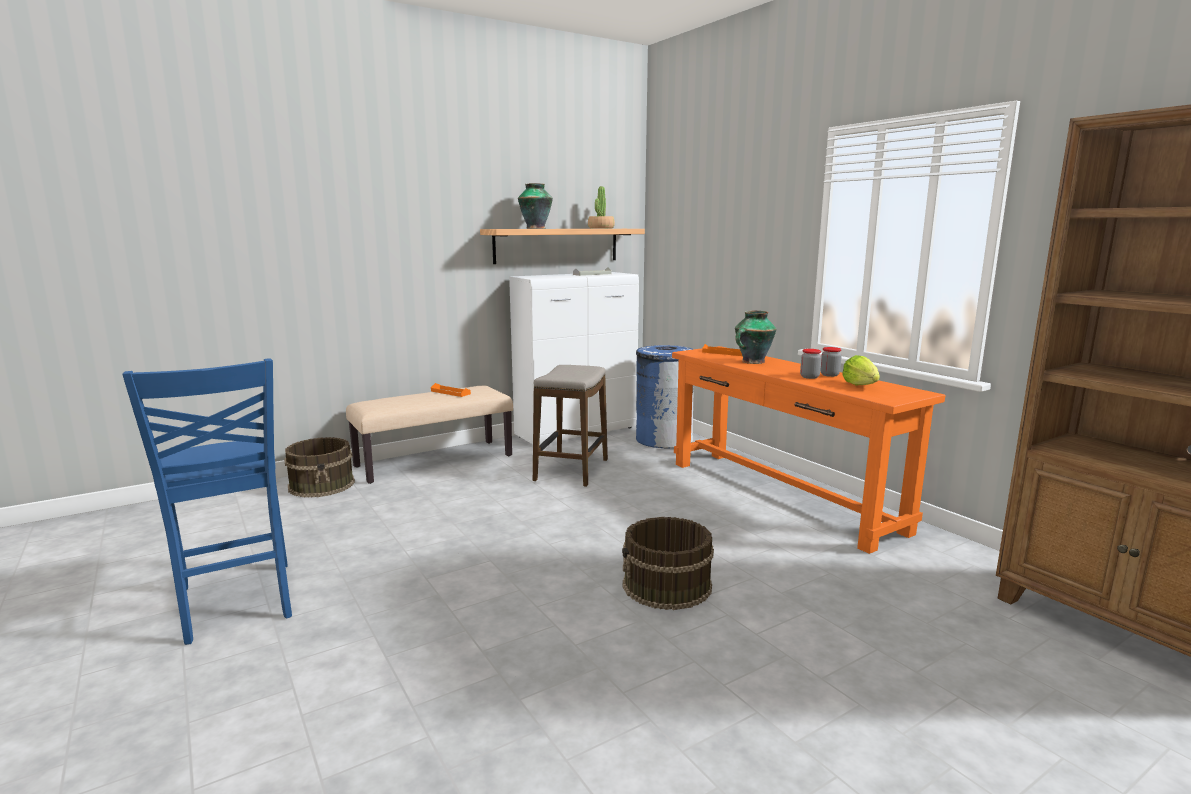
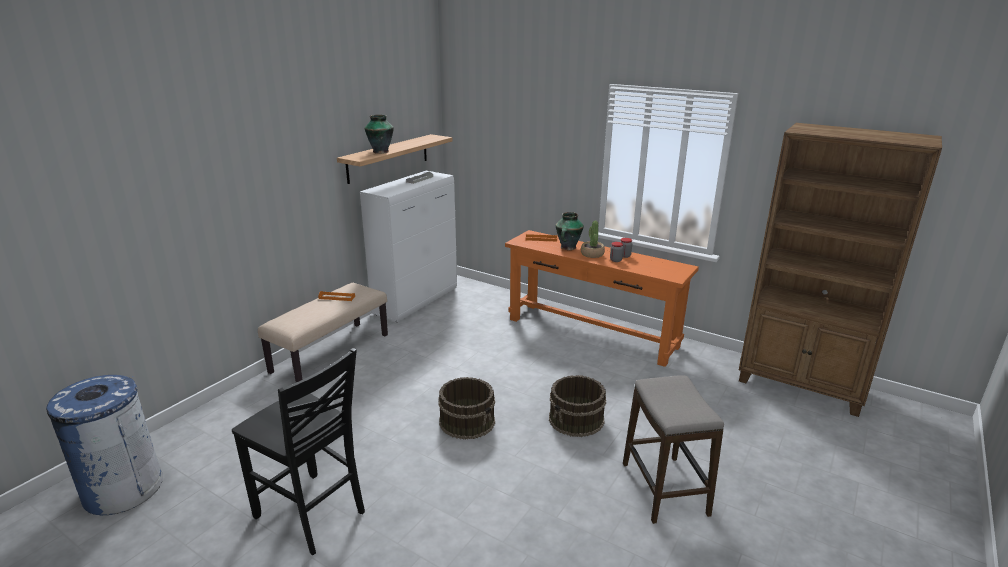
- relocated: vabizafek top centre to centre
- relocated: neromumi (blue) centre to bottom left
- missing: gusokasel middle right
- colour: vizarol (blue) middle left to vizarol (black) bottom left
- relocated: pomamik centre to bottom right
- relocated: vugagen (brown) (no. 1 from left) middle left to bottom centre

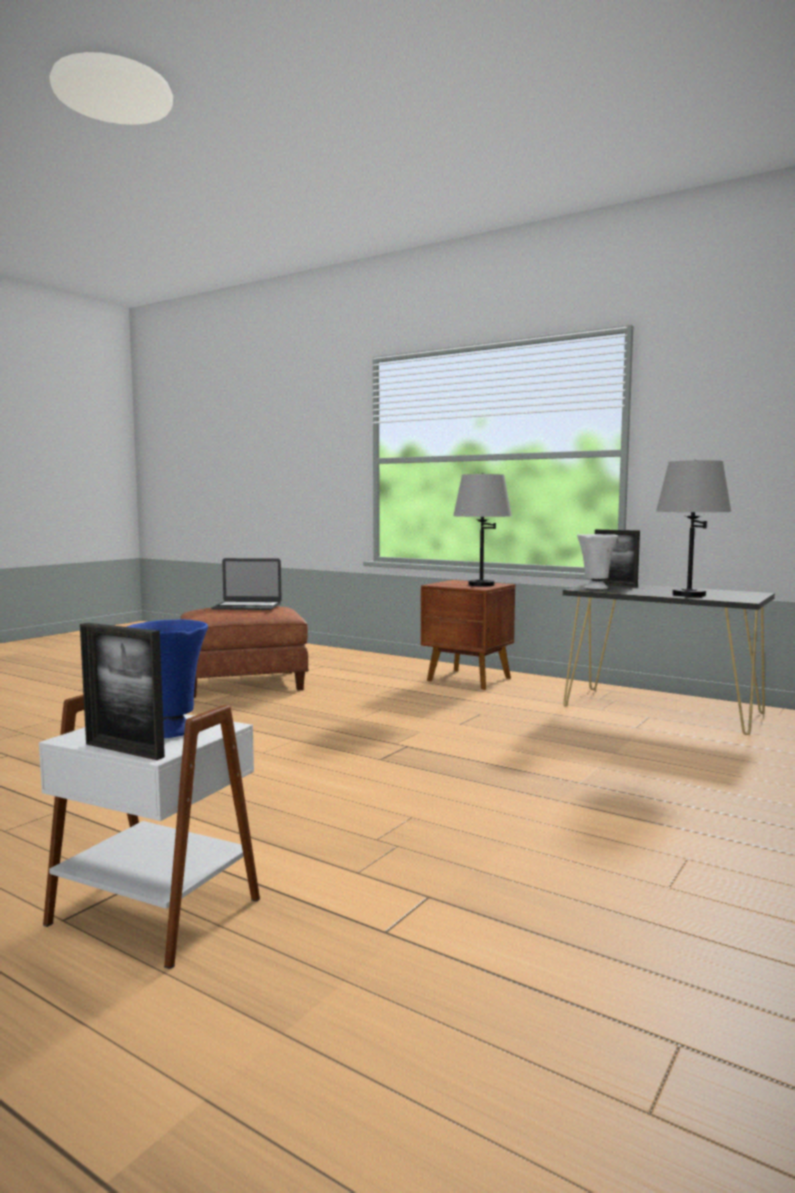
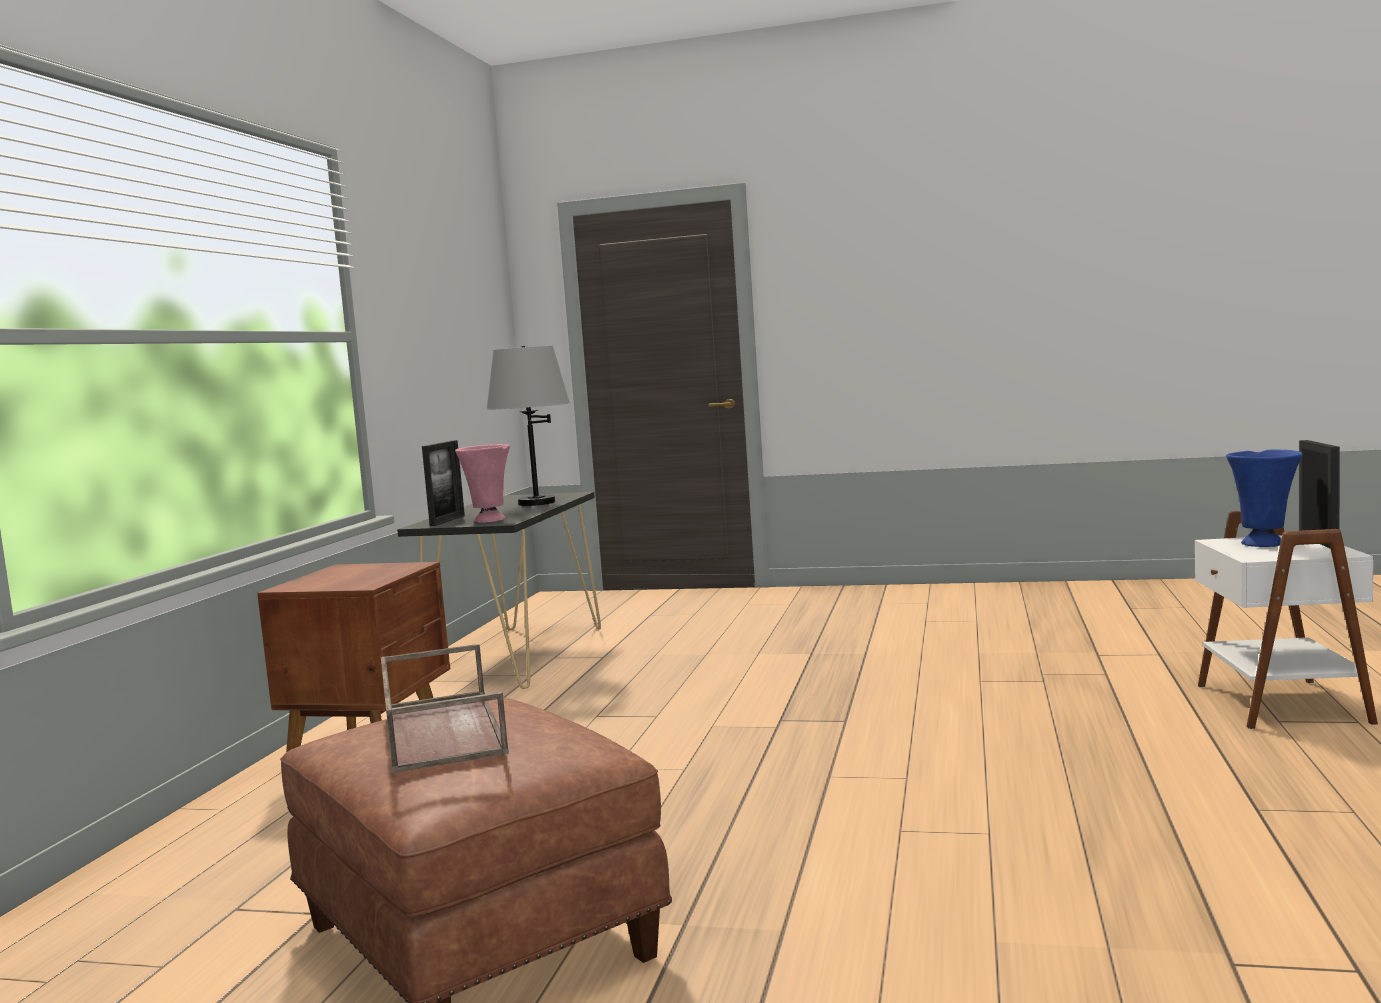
- missing: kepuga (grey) (no. 1 from left) centre
- colour: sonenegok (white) middle right to sonenegok (pink) centre
- exchanged: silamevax middle left to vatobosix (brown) bottom left

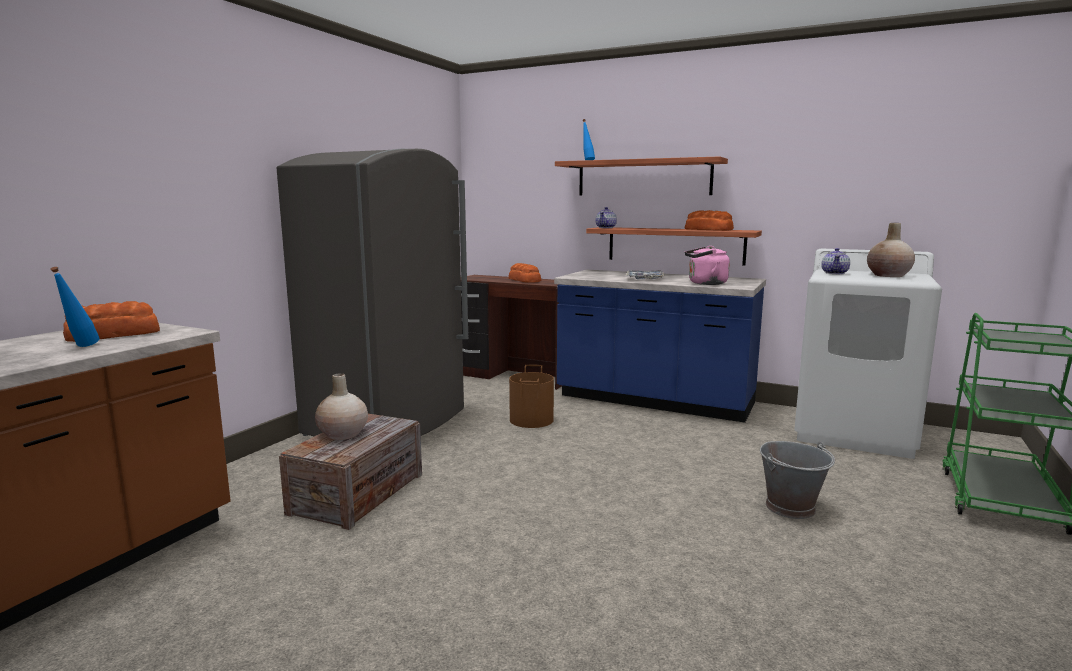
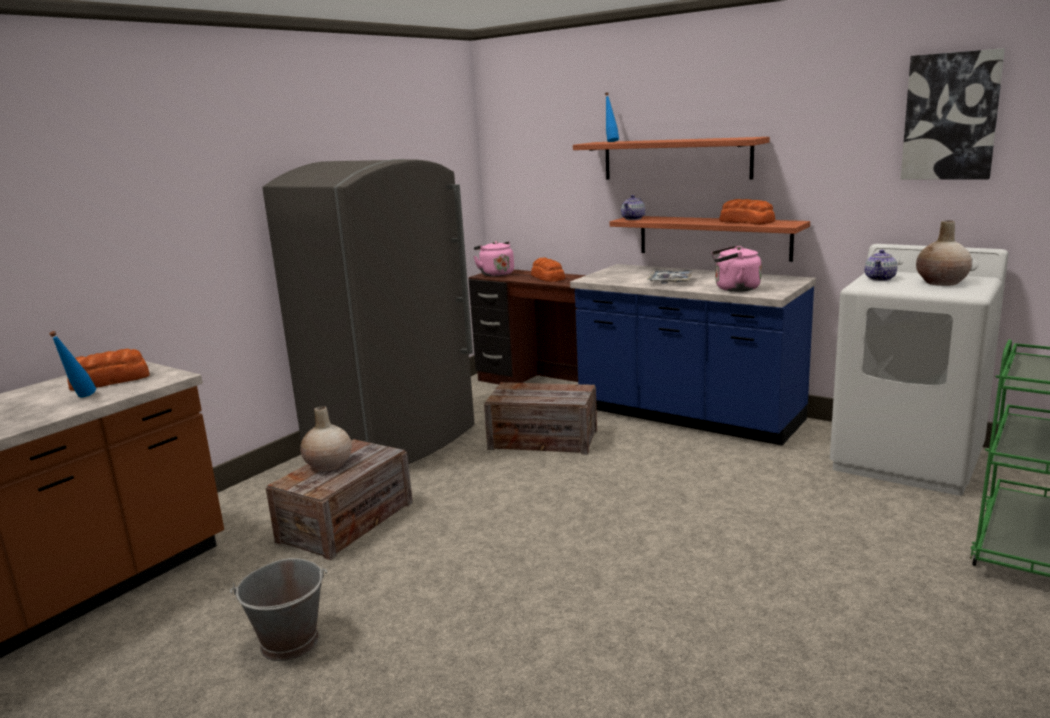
- exchanged: vugagen (brown) centre to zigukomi (no. 2 from left) centre
- relocated: vugagen (grey) bottom right to bottom left
- appeared: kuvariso top right
- appeared: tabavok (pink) (no. 1 from left) centre

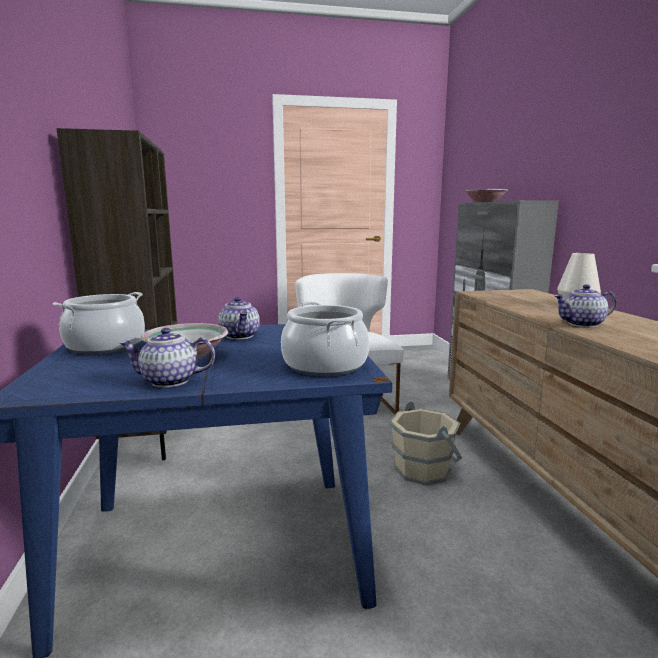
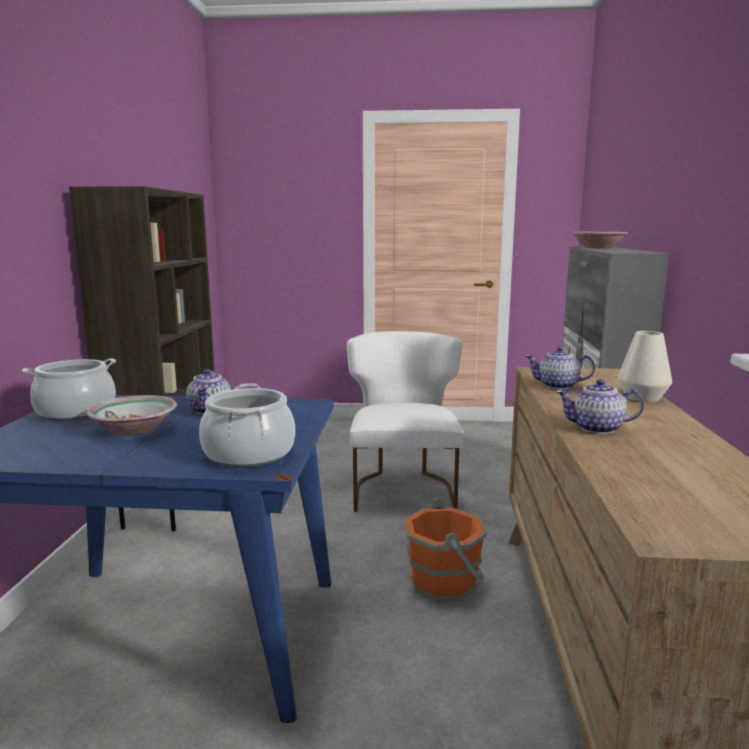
- relocated: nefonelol (no. 1 from left in the first image) middle left to nefonelol (no. 2 from left) middle right
- colour: vugagen (beige) bottom centre to vugagen (orange) bottom centre

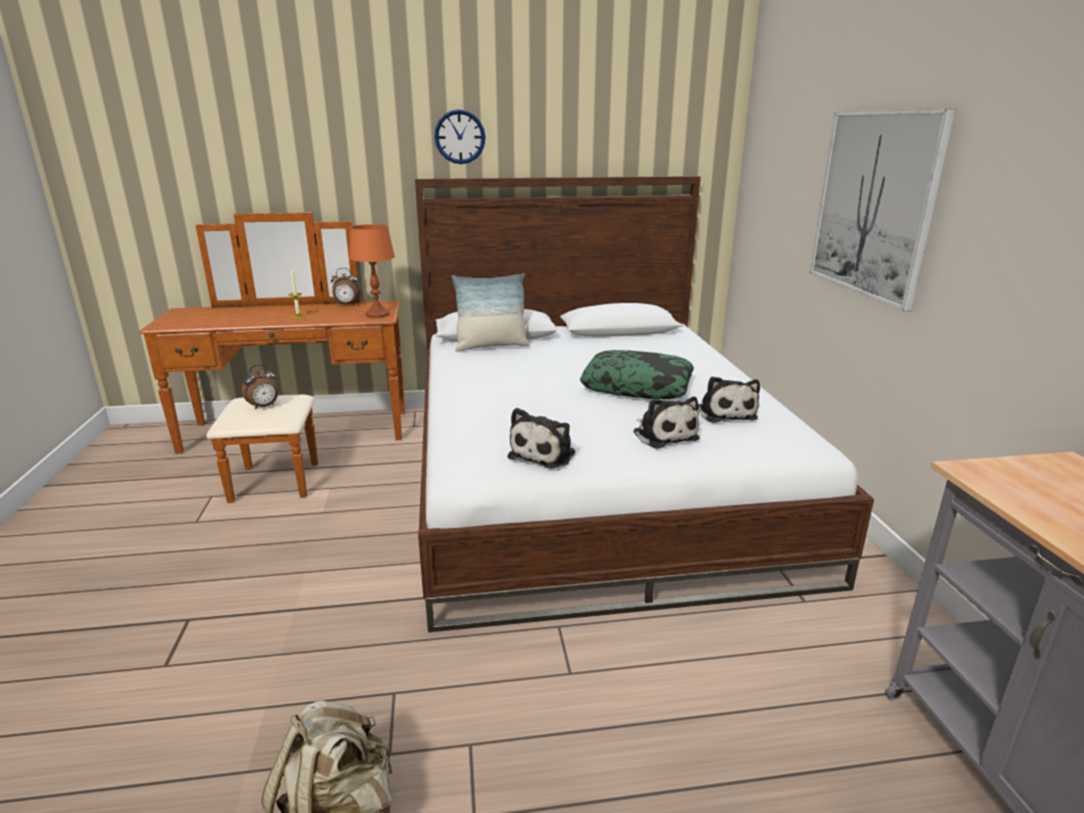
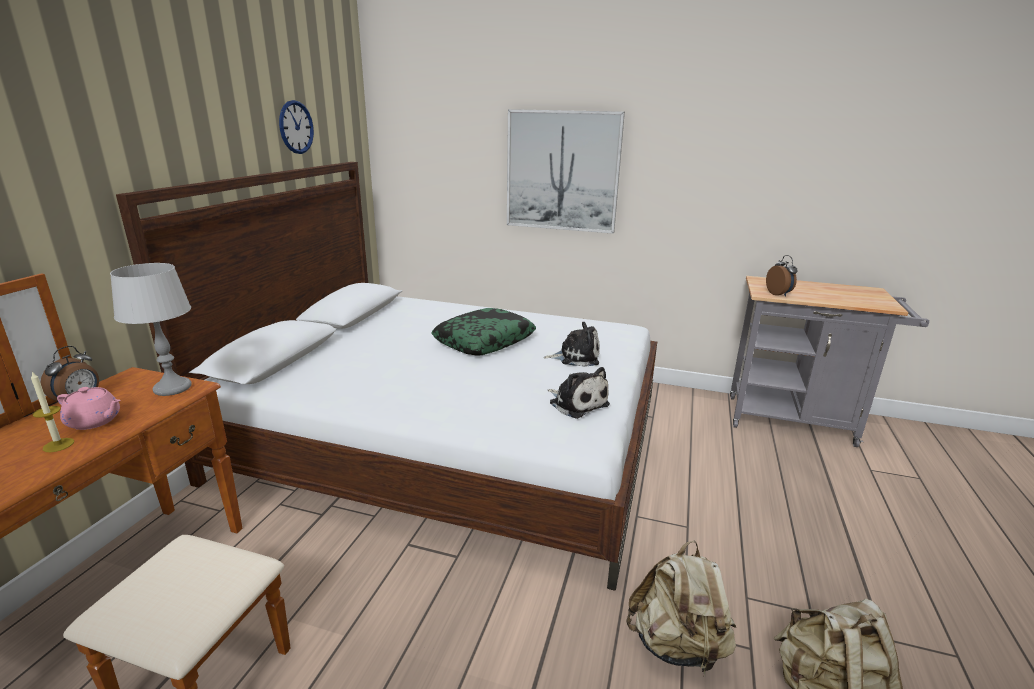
- relocated: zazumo top centre to top left
- colour: kepuga (orange) centre to kepuga (grey) middle left
- missing: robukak (no. 1 from left) centre
- relocated: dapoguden (no. 1 from left in the first image) middle left to dapoguden (no. 2 from left) middle right
- missing: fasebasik (no. 3 from left) middle right
- appeared: nefonelol (pink) middle left
- appeared: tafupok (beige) (no. 1 from left) bottom centre

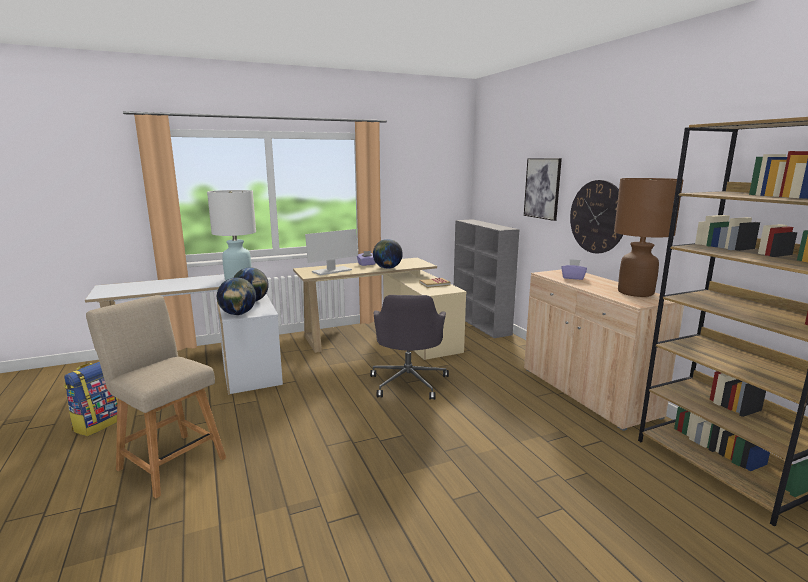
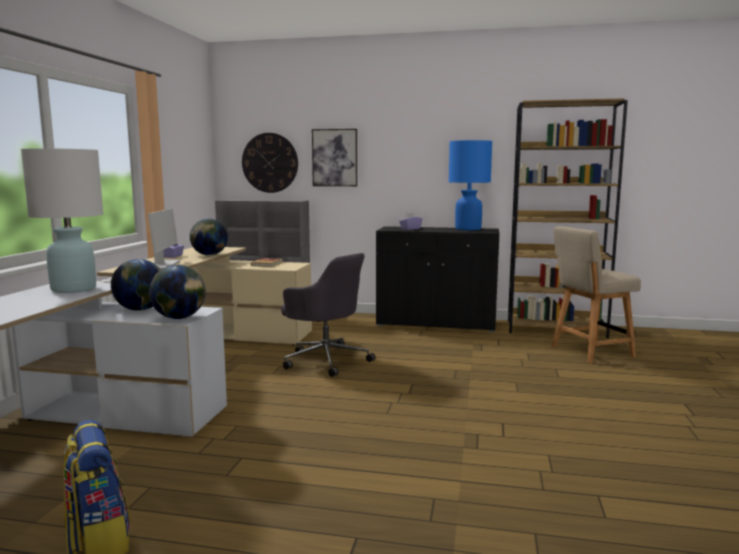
- colour: kepuga (brown) middle right to kepuga (blue) centre
- relocated: zazumo middle right to top centre
- colour: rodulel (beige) middle right to rodulel (black) centre
- relocated: vizarol (beige) bottom left to middle right

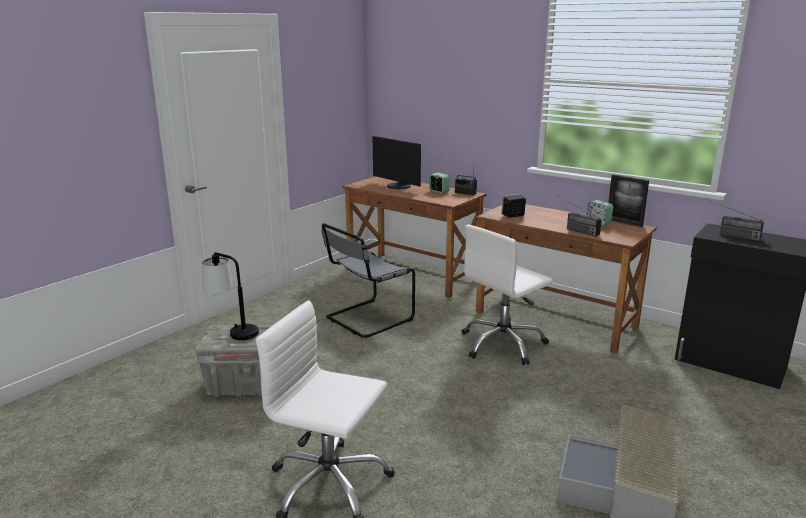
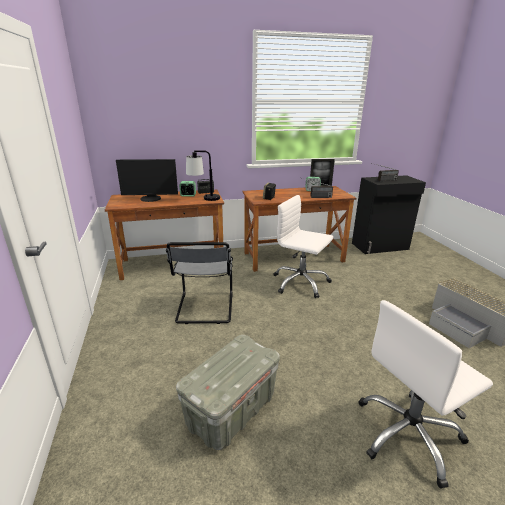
- spun: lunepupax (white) (no. 2 from left in the first image) centre = centre 120 degrees clockwise
- relocated: kepuga middle left to centre

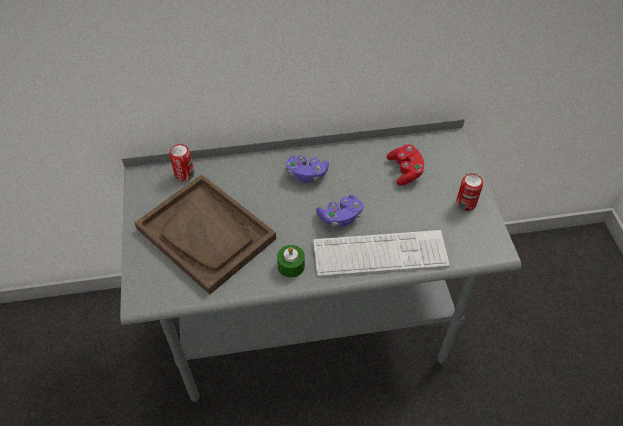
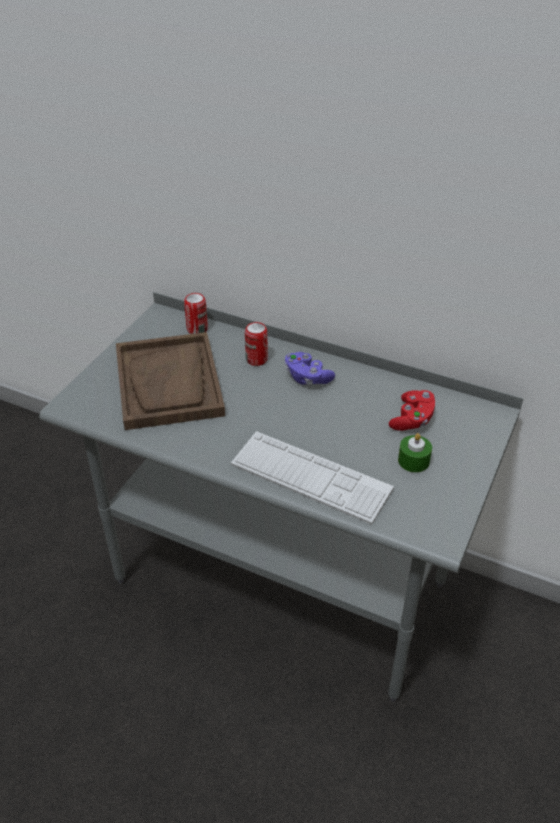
- relocated: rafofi (no. 2 from left) middle right to centre
- missing: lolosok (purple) (no. 2 from left) centre
- relocated: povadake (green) centre to middle right

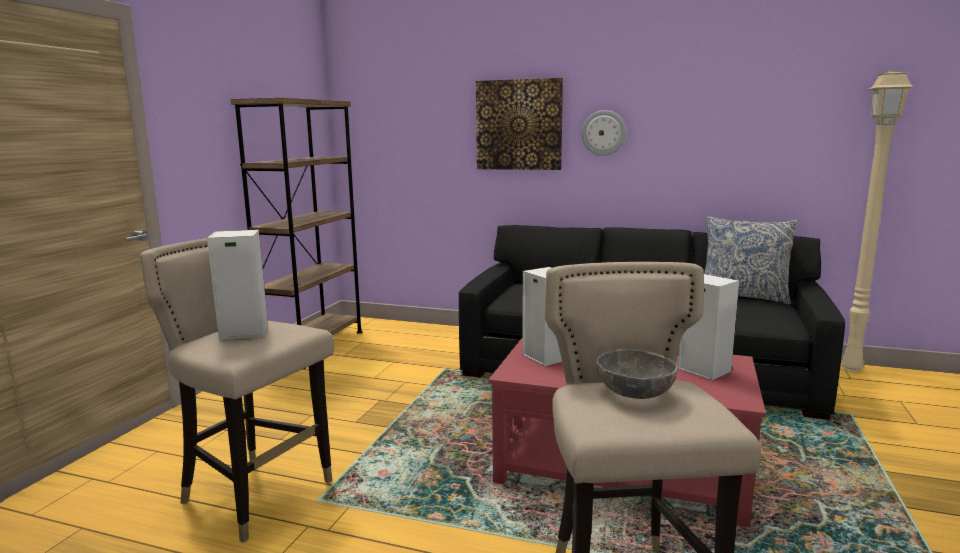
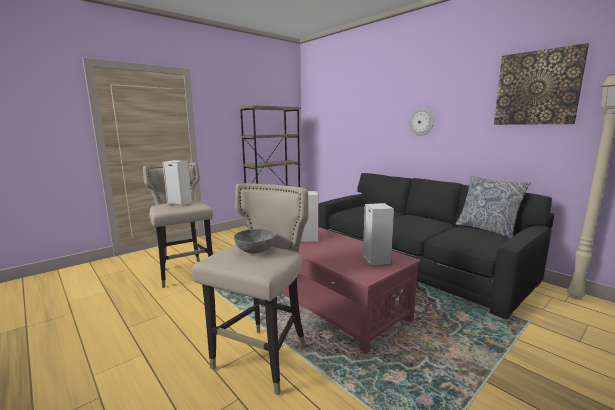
- relocated: kuvariso top centre to top right

